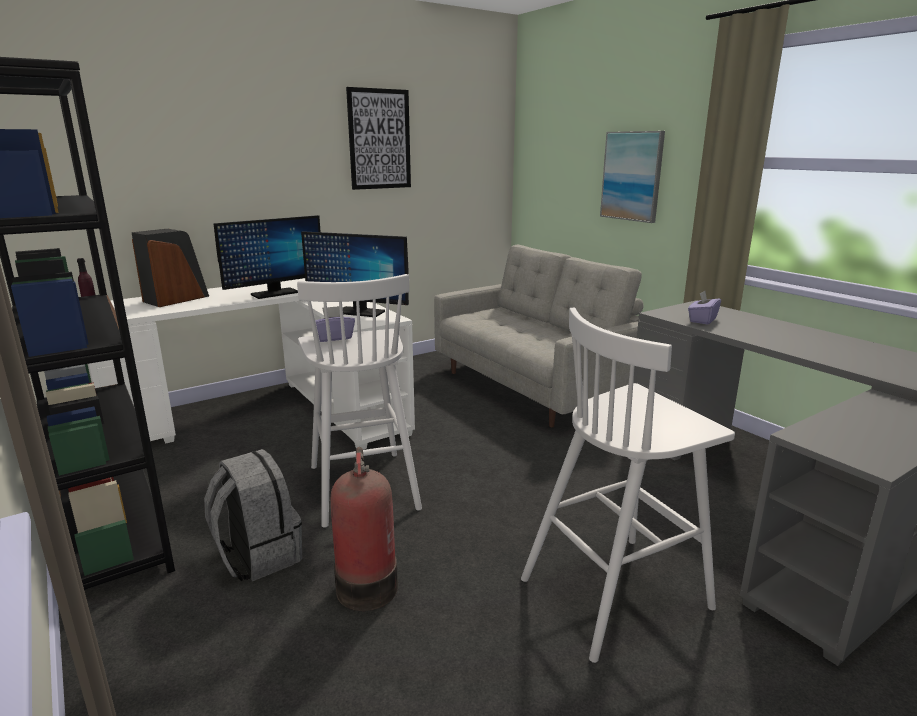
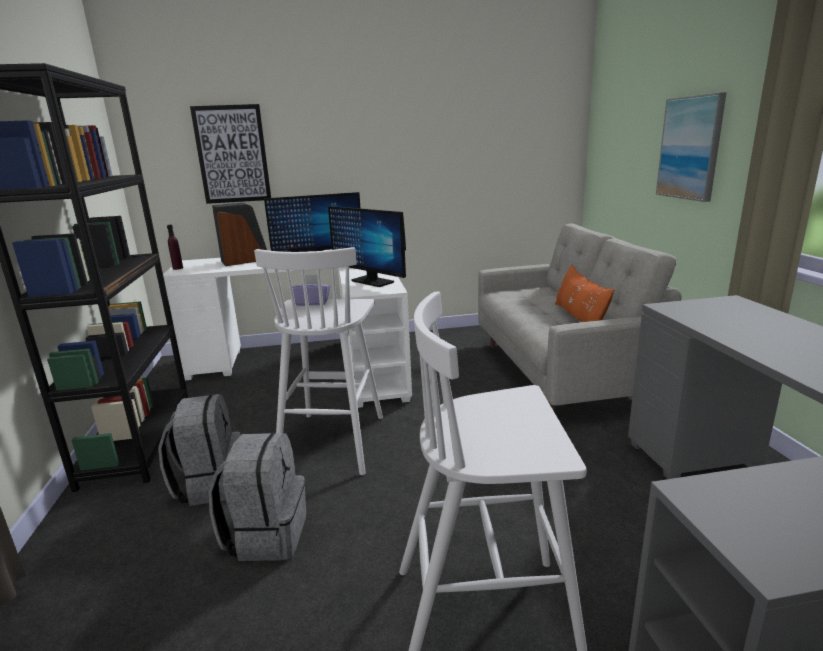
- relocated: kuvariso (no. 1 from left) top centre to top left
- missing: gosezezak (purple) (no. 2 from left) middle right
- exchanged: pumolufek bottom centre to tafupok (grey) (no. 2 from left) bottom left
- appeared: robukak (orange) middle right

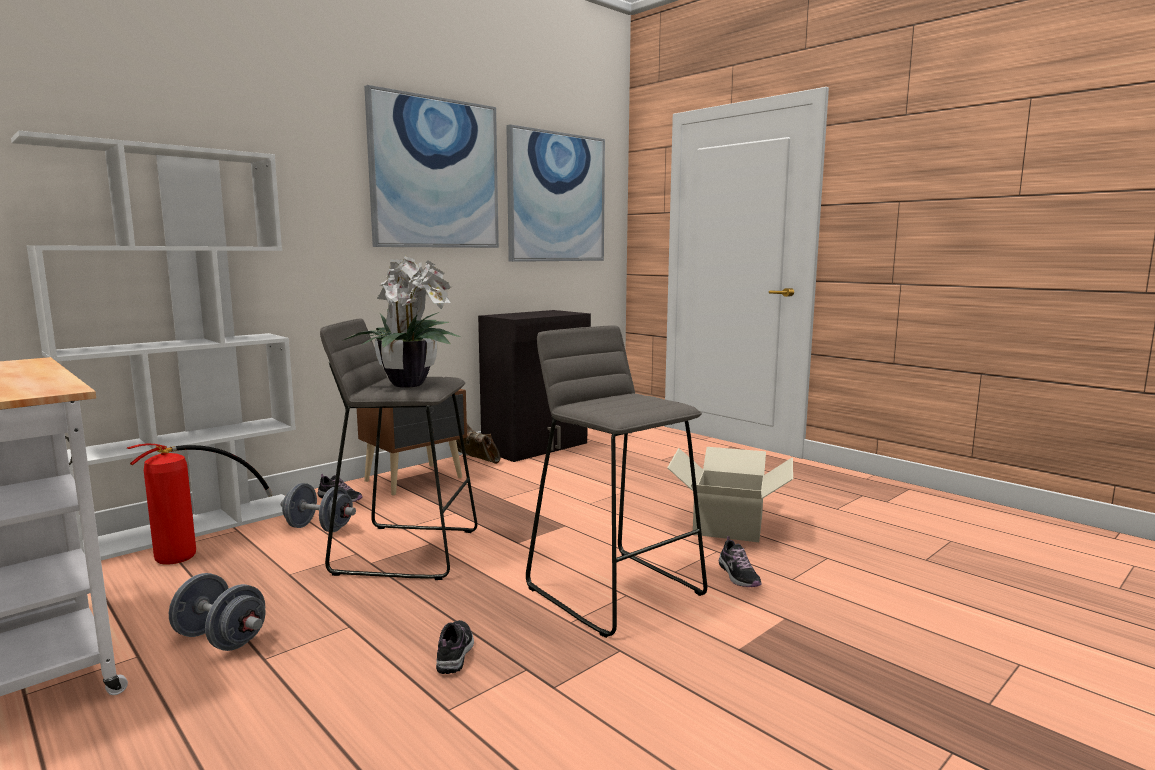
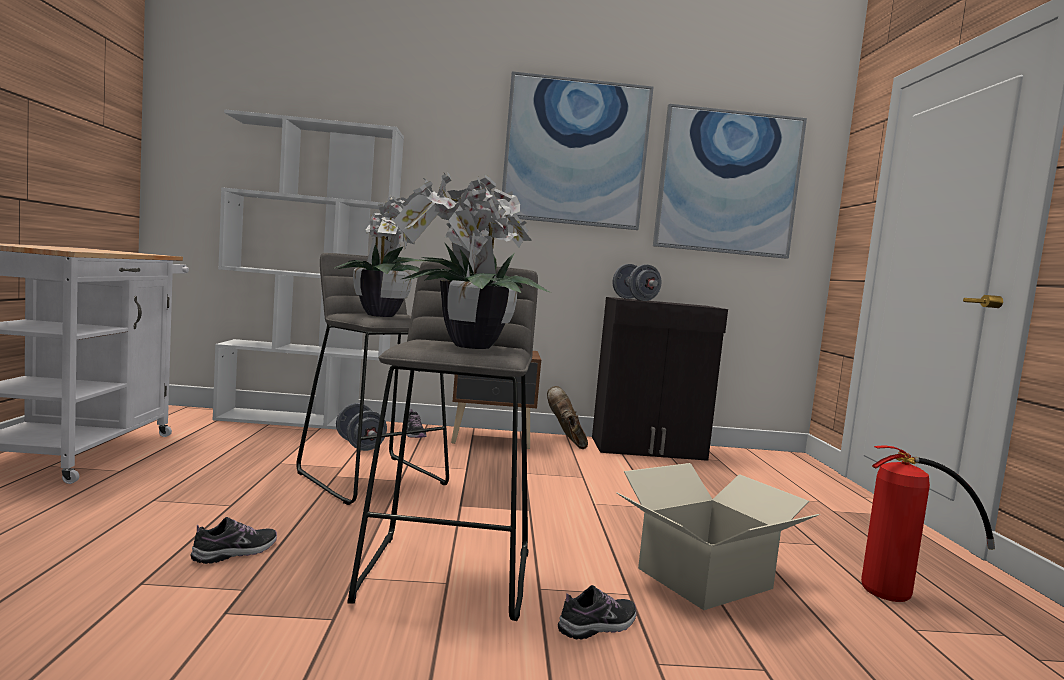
- relocated: pumolufek middle left to bottom right
- spun: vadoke (no. 3 from left) bottom centre = bottom centre 150 degrees counterclockwise
- relocated: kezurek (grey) (no. 1 from left in the first image) bottom left to kezurek (grey) (no. 2 from left) centre
- appeared: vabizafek (no. 2 from left) centre

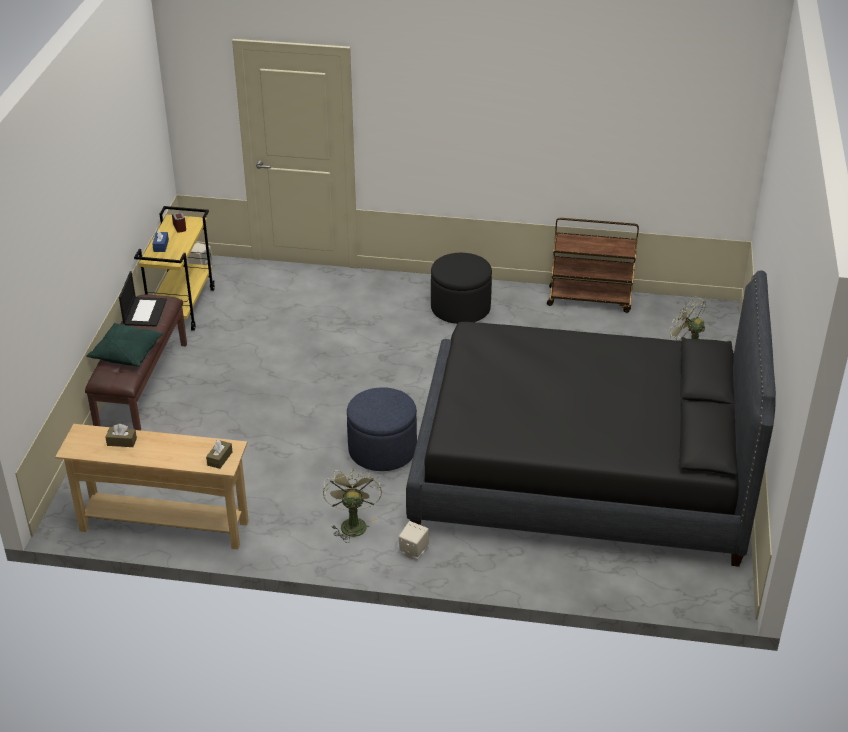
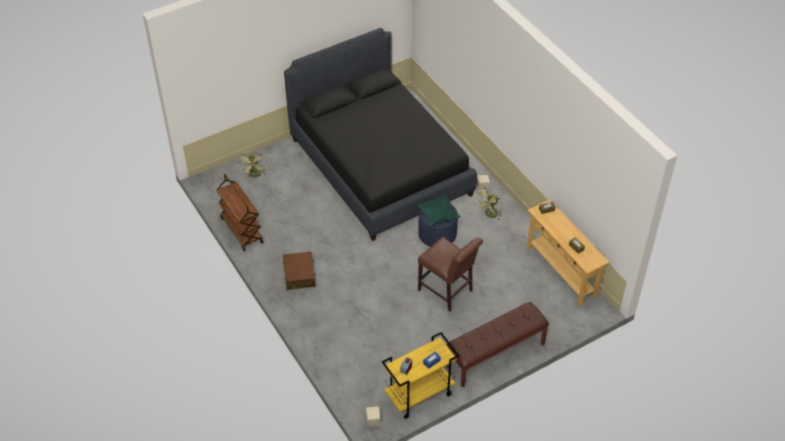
- exchanged: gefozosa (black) centre to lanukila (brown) centre
- missing: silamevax middle left
- relocated: robukak (green) middle left to centre
- appeared: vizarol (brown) centre

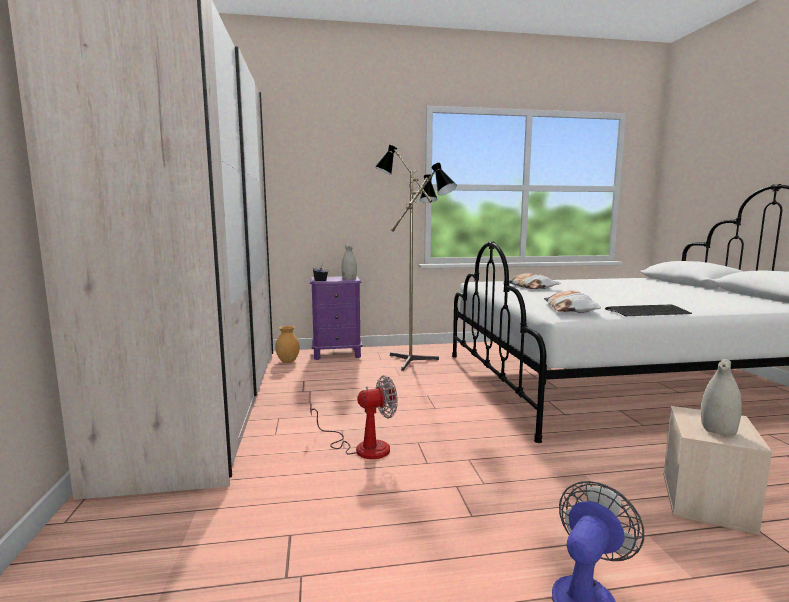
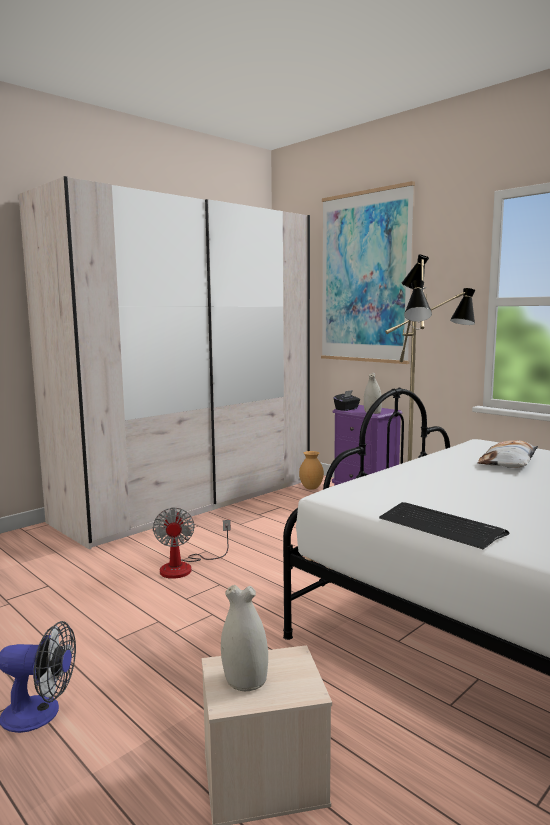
- missing: robukak (no. 2 from left) middle right
- spun: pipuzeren (no. 1 from left in the first image) bottom centre = centre 45 degrees clockwise
- appeared: kuvariso top right

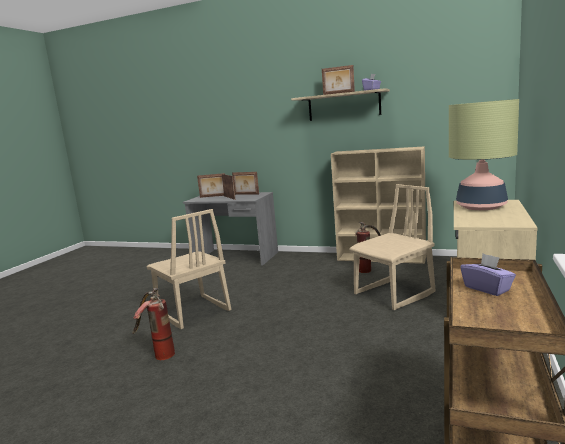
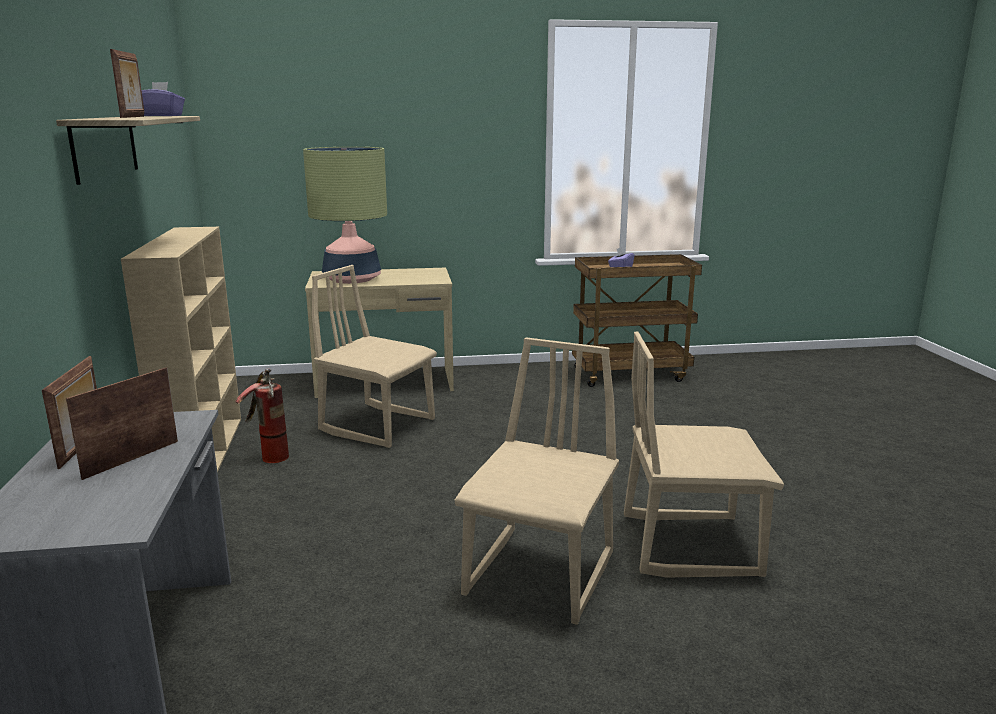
- missing: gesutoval (no. 1 from left) centre
- exchanged: pumolufek (no. 1 from left) bottom left to vizarol (beige) (no. 3 from left) middle right

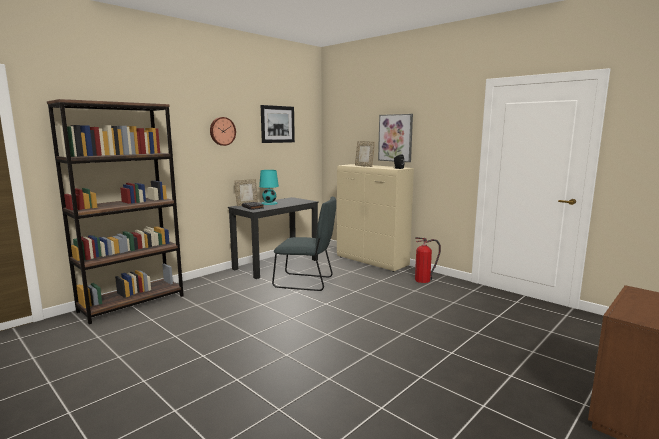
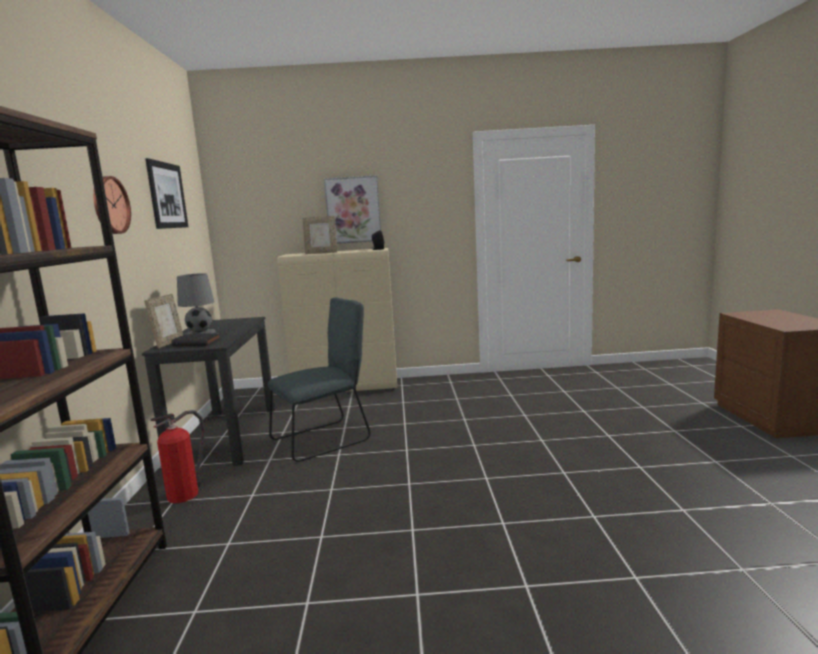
- colour: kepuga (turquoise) centre to kepuga (grey) middle left
- relocated: pumolufek centre to bottom left

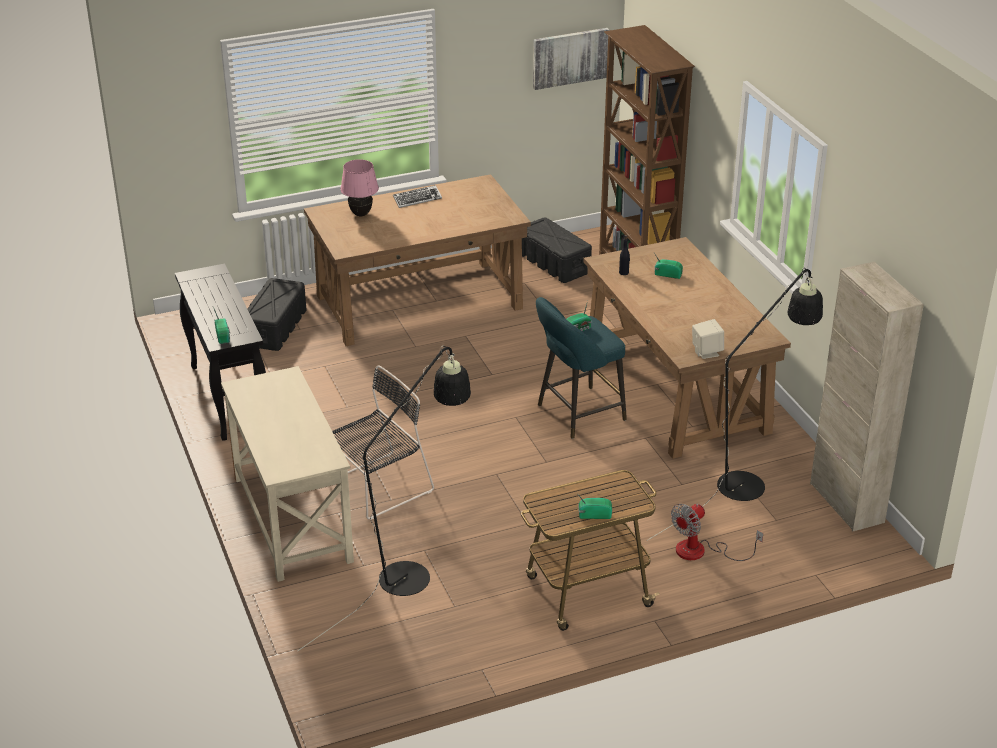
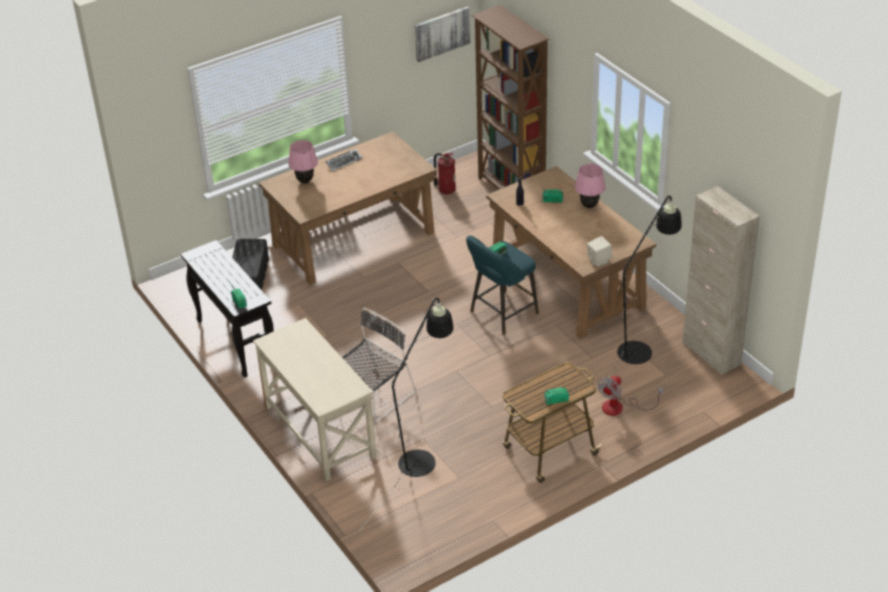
- exchanged: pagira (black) (no. 2 from left) centre to pumolufek top centre
- appeared: kepuga (pink) (no. 2 from left) top centre

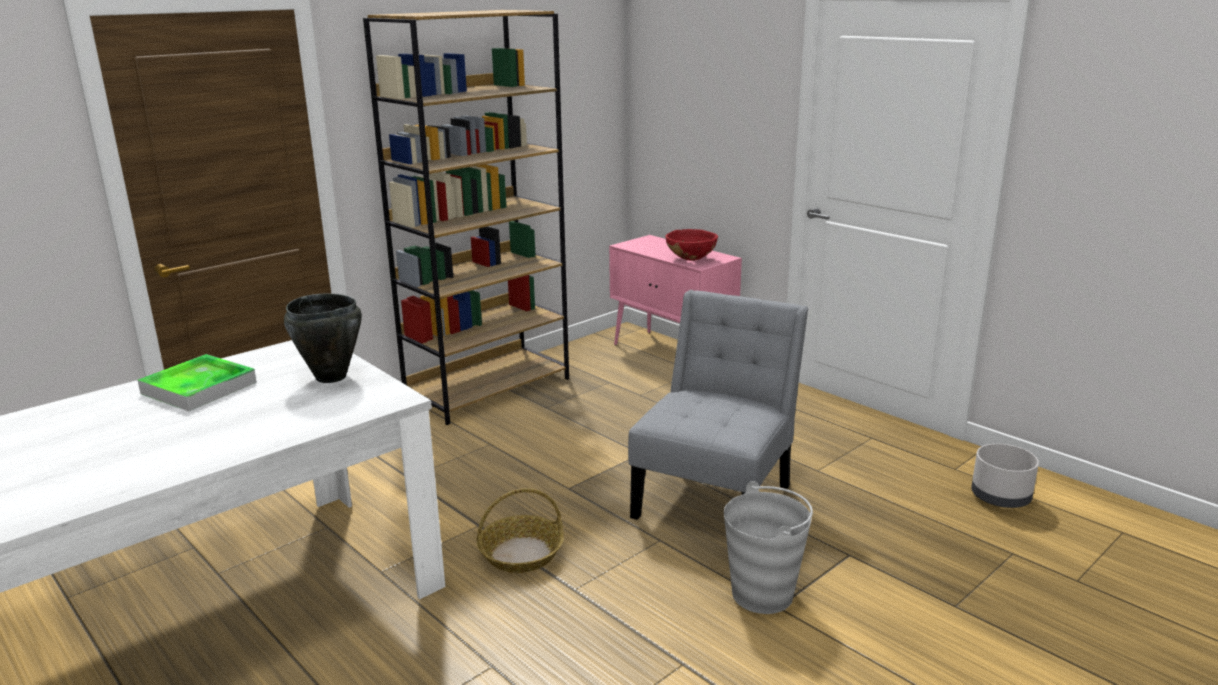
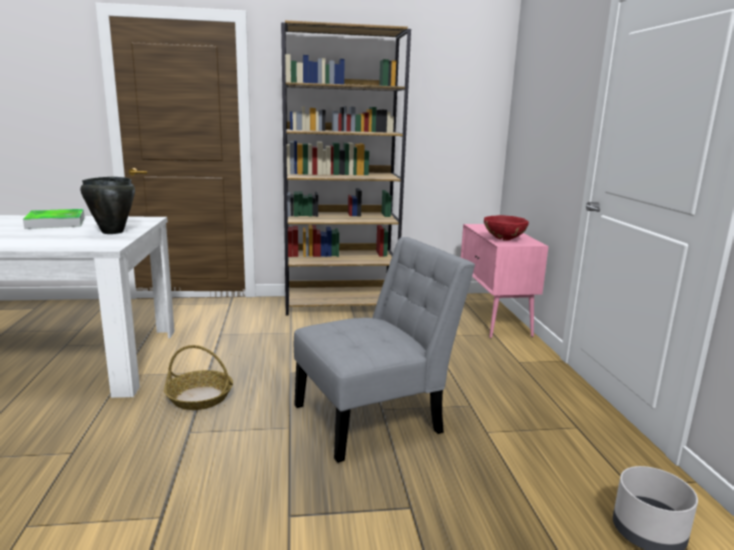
- missing: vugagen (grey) bottom centre

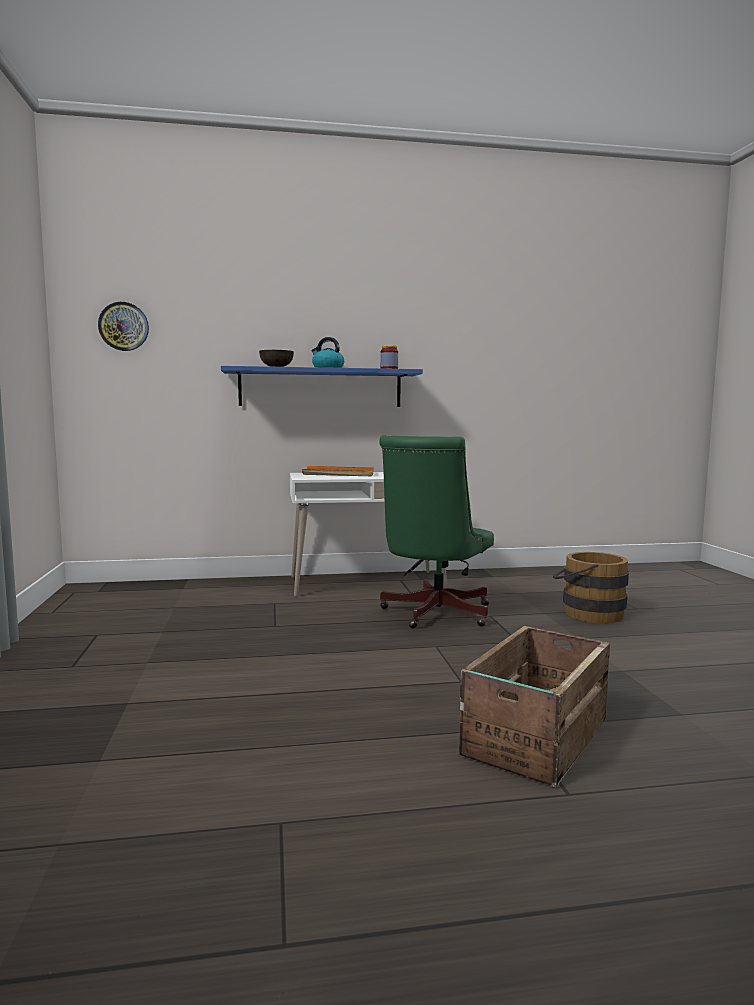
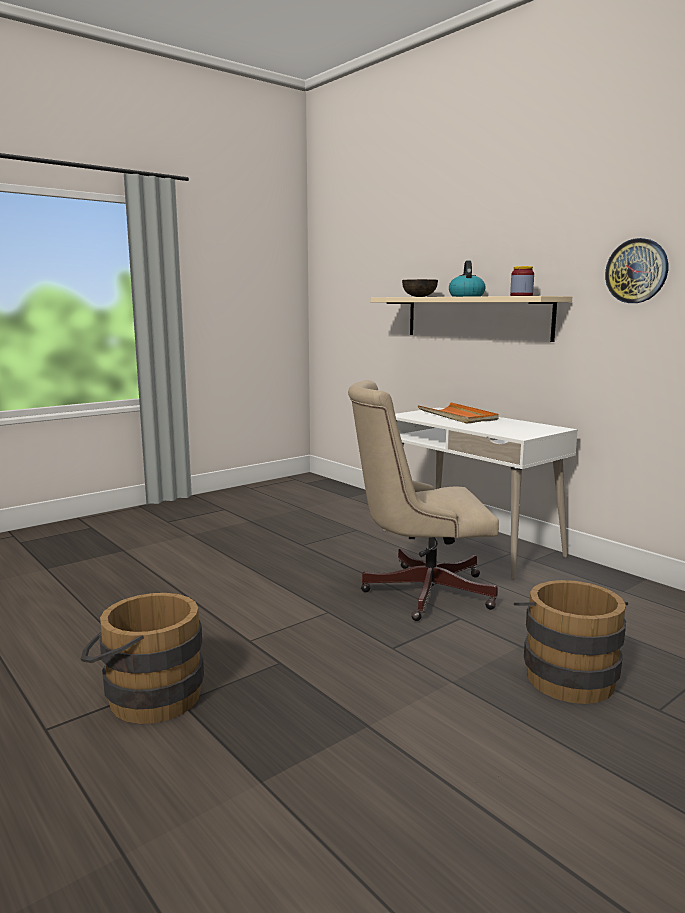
- relocated: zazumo top left to top right
- colour: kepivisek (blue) centre to kepivisek (beige) middle right
- colour: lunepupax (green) centre to lunepupax (beige) centre
- exchanged: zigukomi bottom right to vugagen (brown) (no. 1 from left) bottom left

